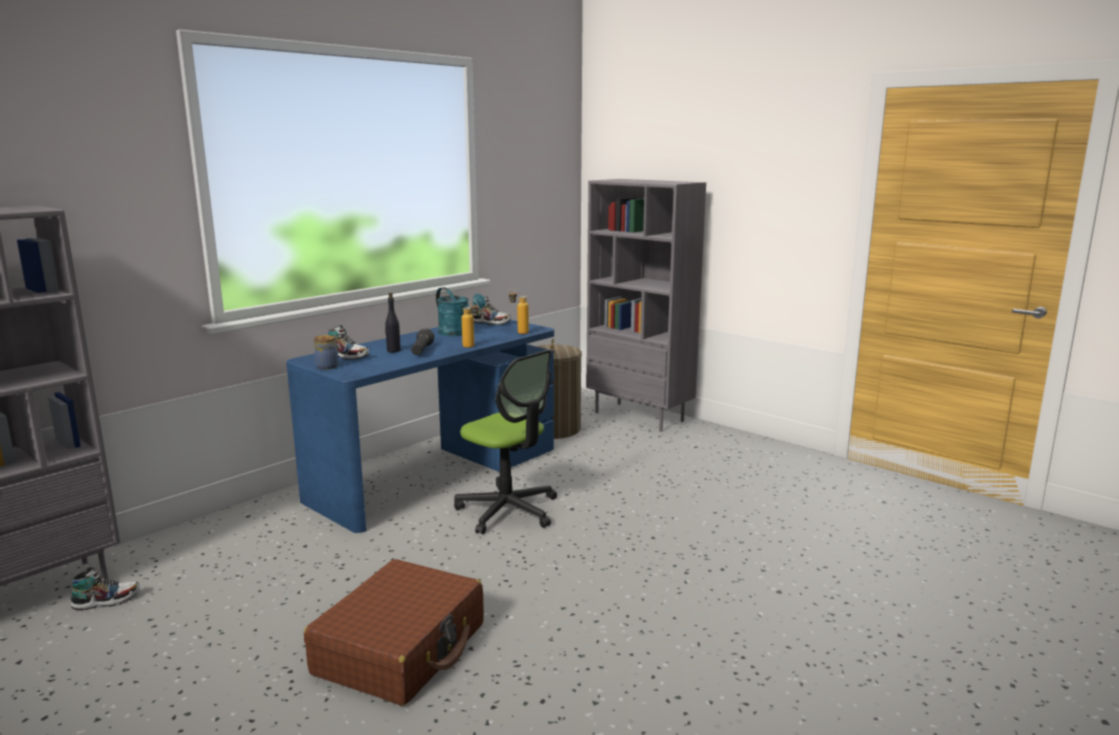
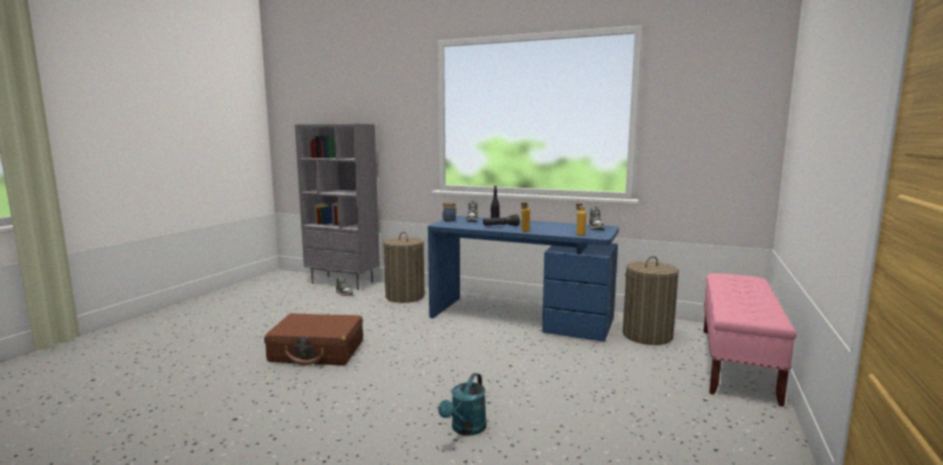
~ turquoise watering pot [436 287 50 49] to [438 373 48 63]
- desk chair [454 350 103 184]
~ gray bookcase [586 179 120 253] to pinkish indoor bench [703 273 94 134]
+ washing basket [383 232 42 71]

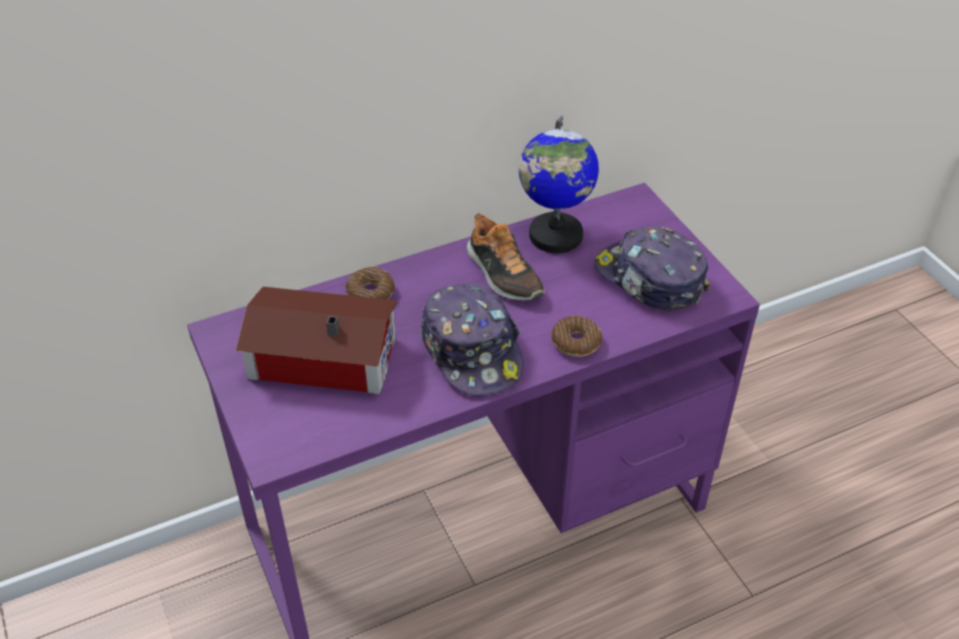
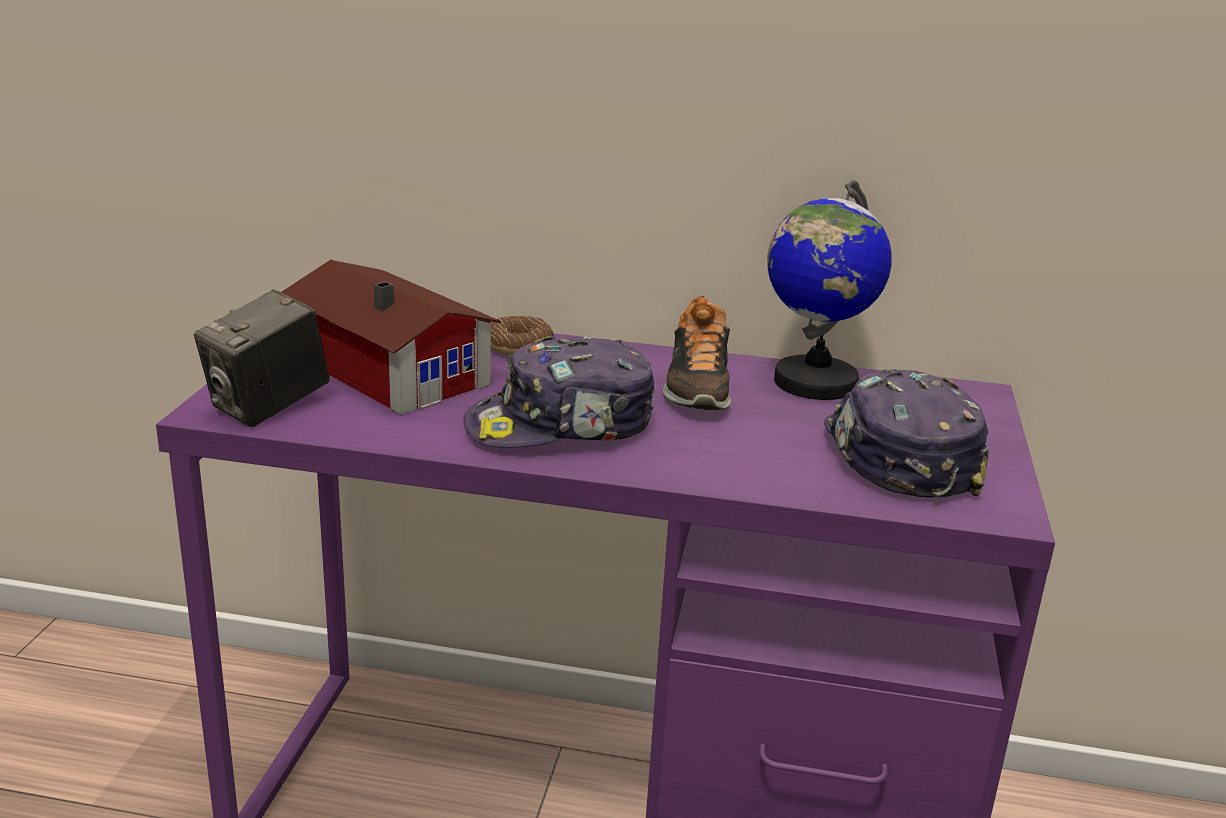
~ peaked cap [420 283 104 113] = [463 336 192 112] 60 degrees clockwise
- ring doughnut [551 316 51 41]
+ still camera [194 289 136 138]

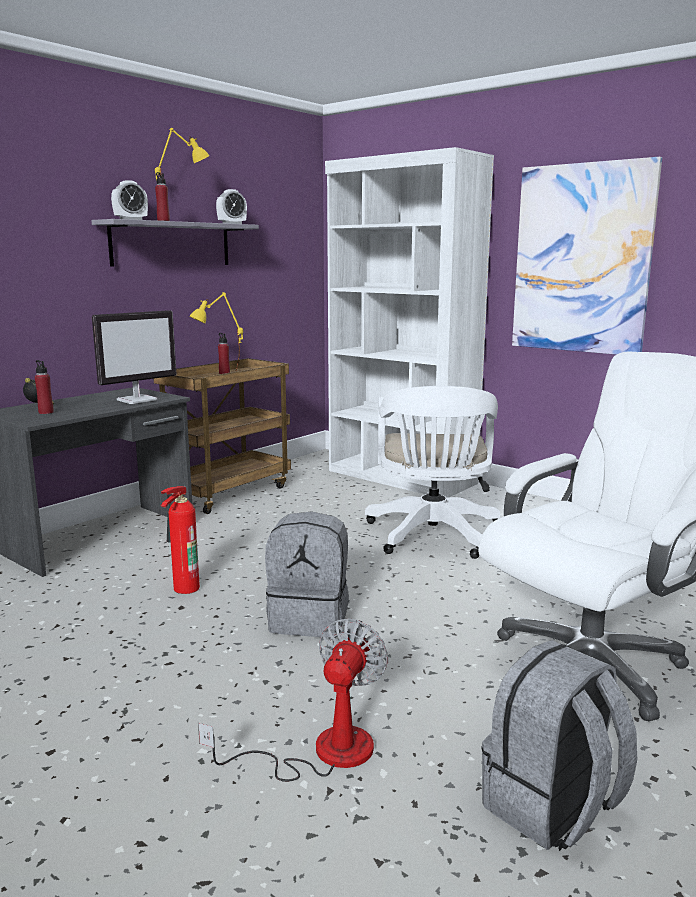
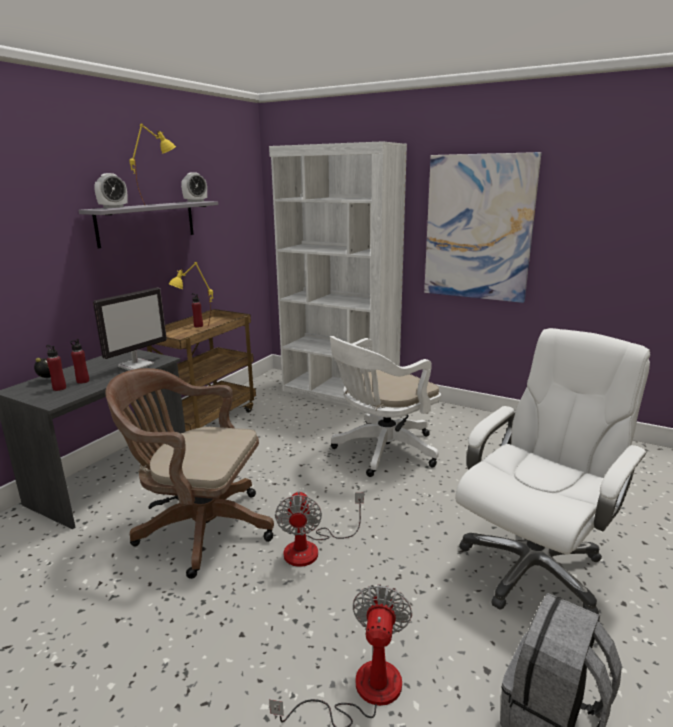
~ red drink bottle [155 172 15 49] to [70 339 19 45]
~ fire-fighting cylinder [161 486 39 108] to brown desk chair [105 368 169 211]
~ gray rucksack [265 511 84 127] to electric fan [275 491 89 76]
~ whitish desk chair [365 386 135 173] = [330 336 111 141] 60 degrees clockwise

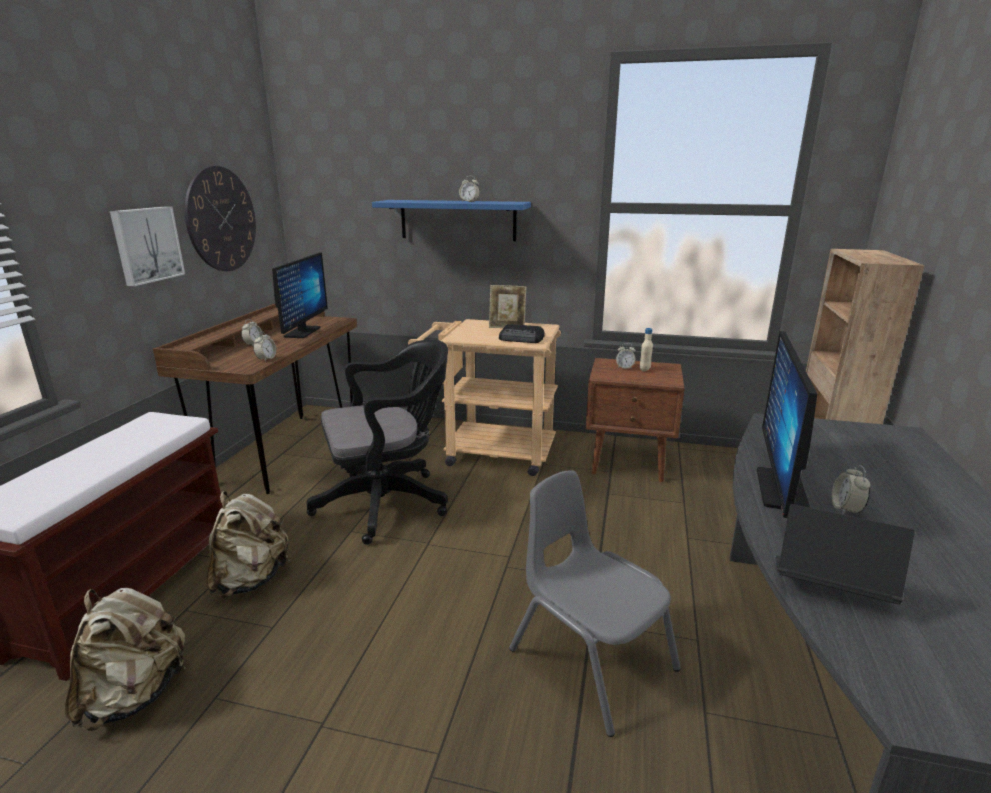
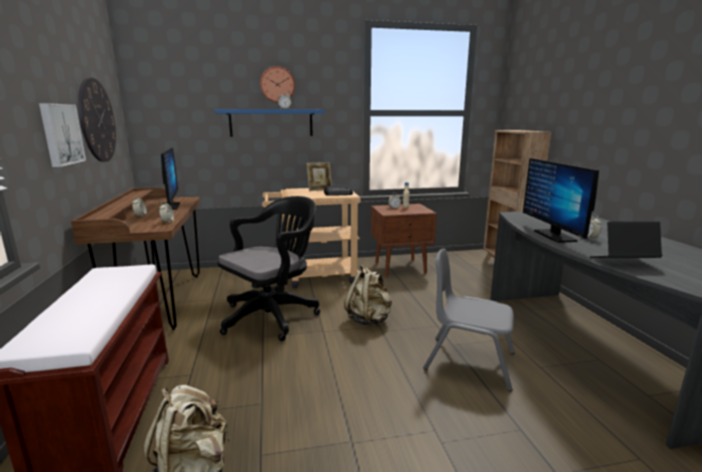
~ sand-coloured rucksack [206 491 84 107] to [344 265 48 61]
+ hanging clock [260 66 35 37]

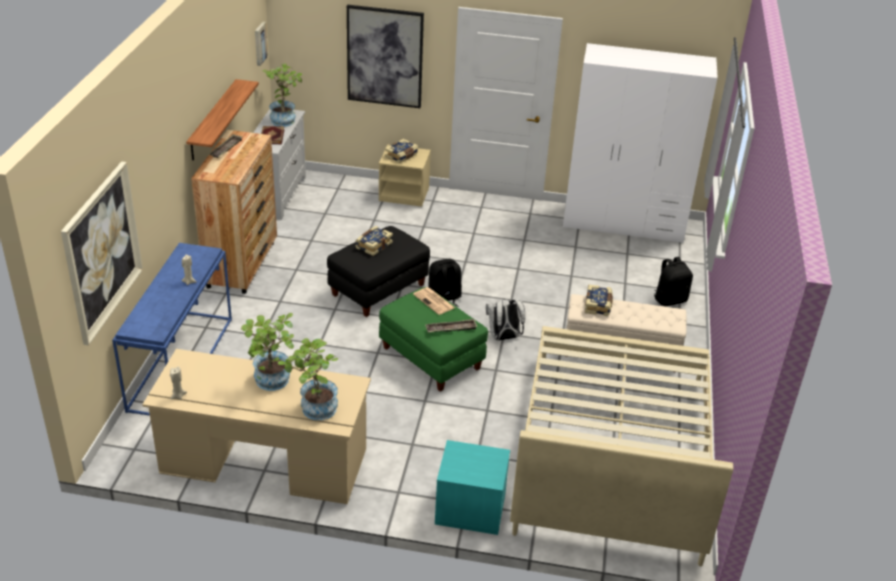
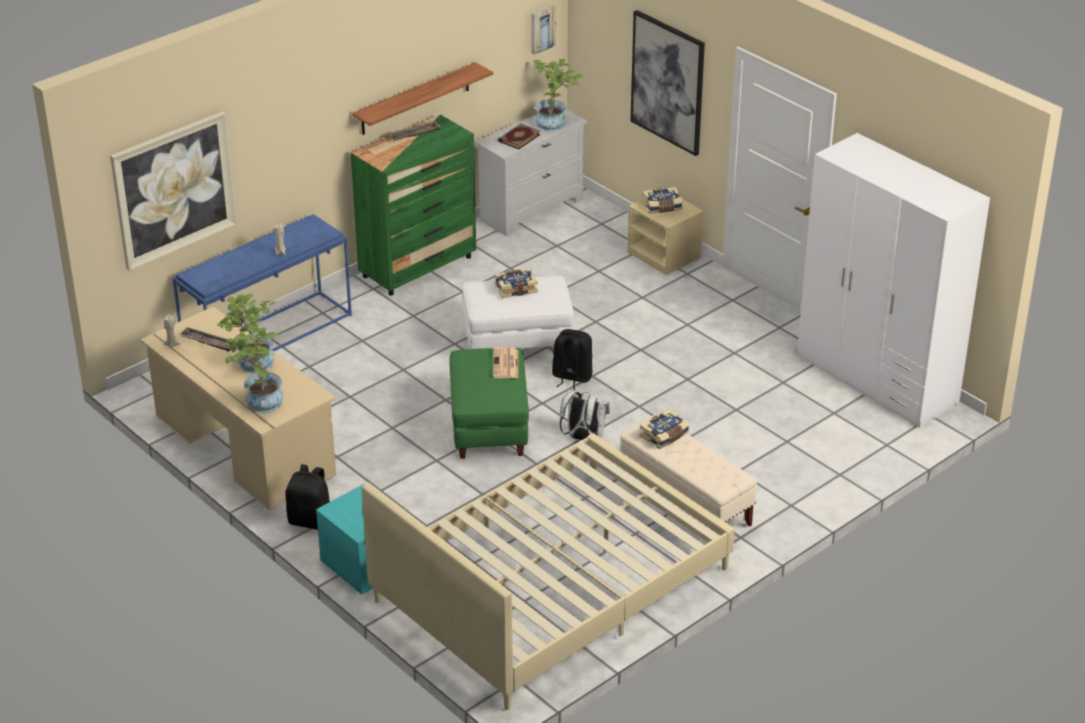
~ brown dresser [191 130 86 164] to green-coloured dresser [351 115 125 181]
~ blackish footrest [327 226 103 91] to whitish footrest [462 276 112 73]
~ serving tray [425 319 52 14] to [180 327 56 25]
~ blackish rucksack [654 257 39 49] to [285 464 45 66]

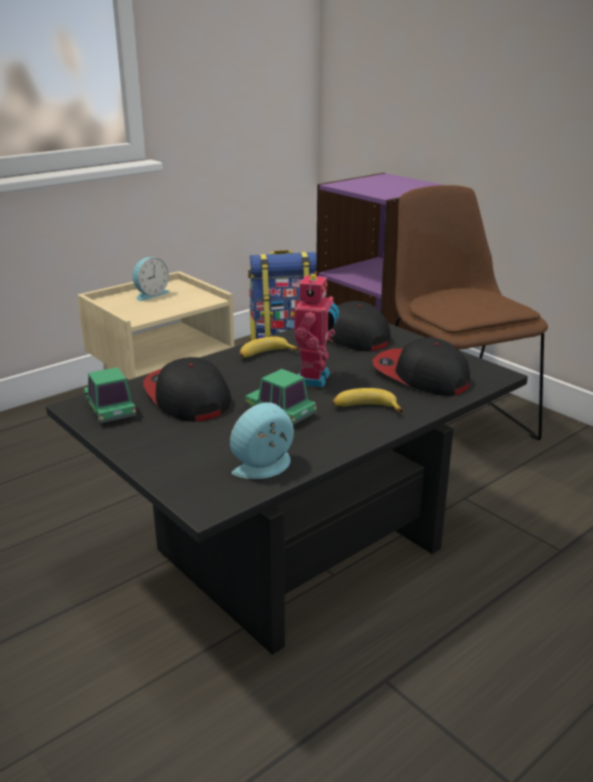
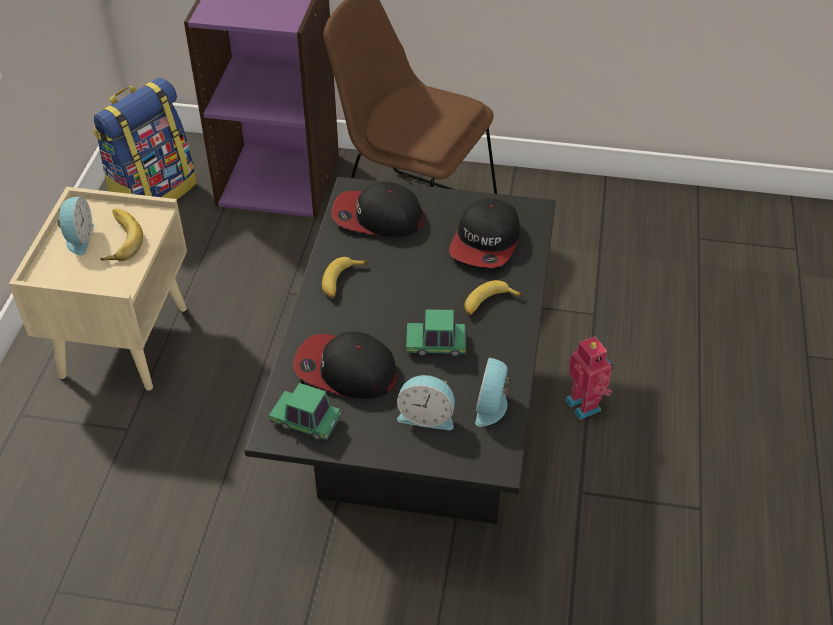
~ robot figure [294 271 45 116] to [565 336 48 84]
~ peaked cap [373 337 97 59] = [449 198 71 70] 75 degrees counterclockwise
+ banana fruit [100 209 43 52]
+ bedside clock [397 375 58 55]

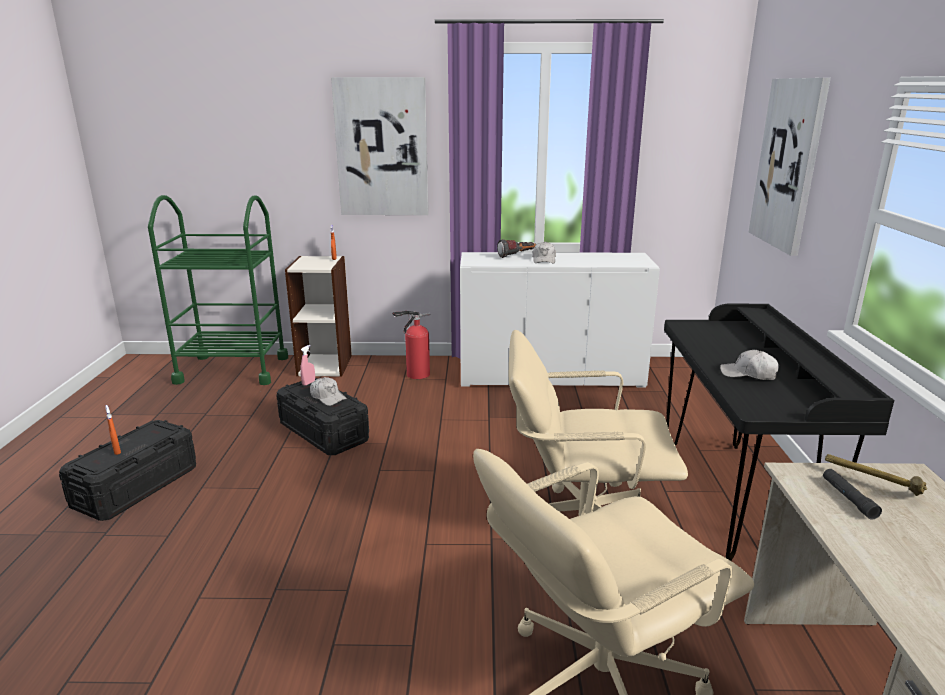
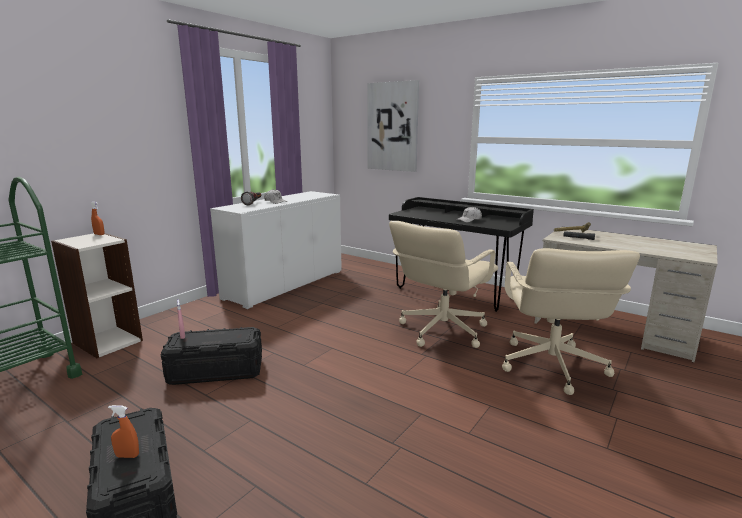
- whitish peaked cap [310 377 37 29]
- wall picture [331 77 98 138]
- fire-fighting cylinder [392 311 38 68]

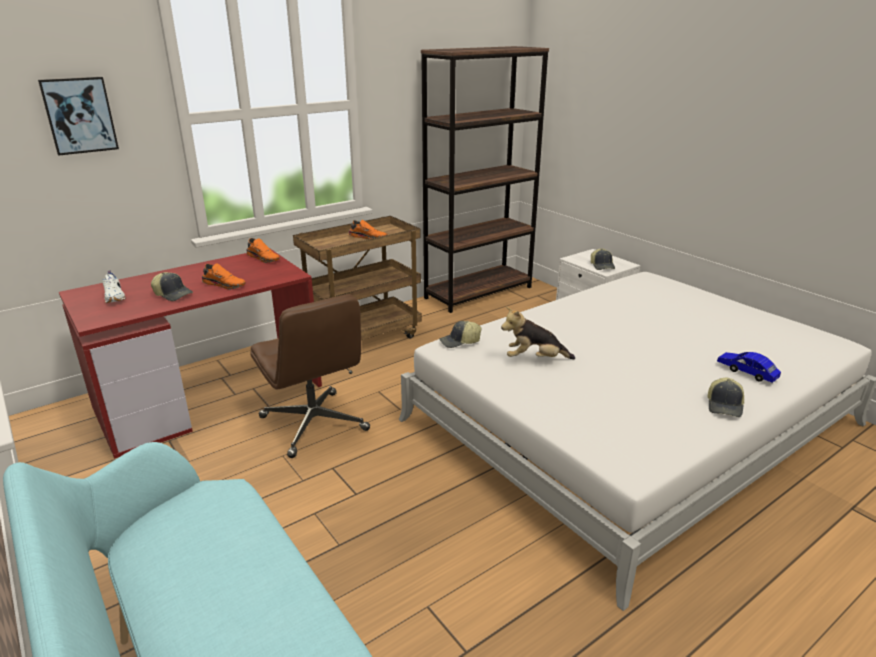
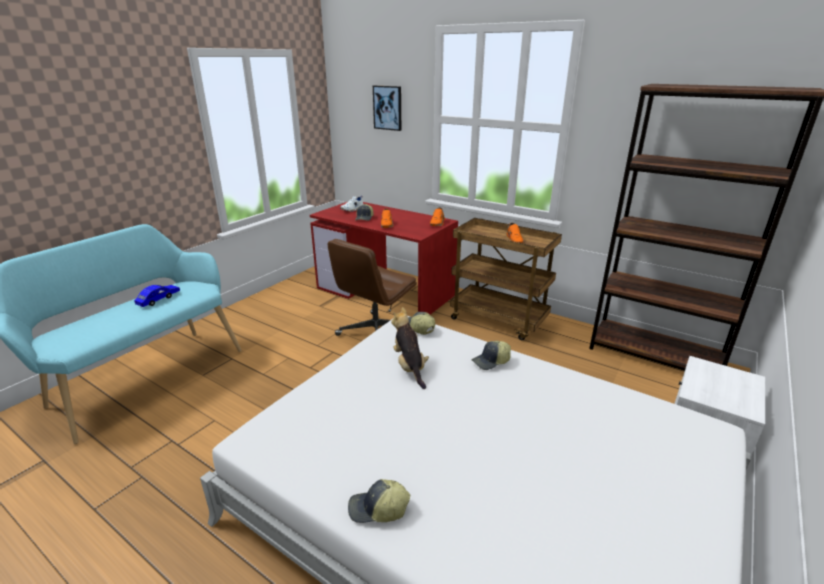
~ peaked cap [591 248 24 22] to [472 341 39 29]
~ blue toy car [717 352 64 31] to [134 285 46 22]

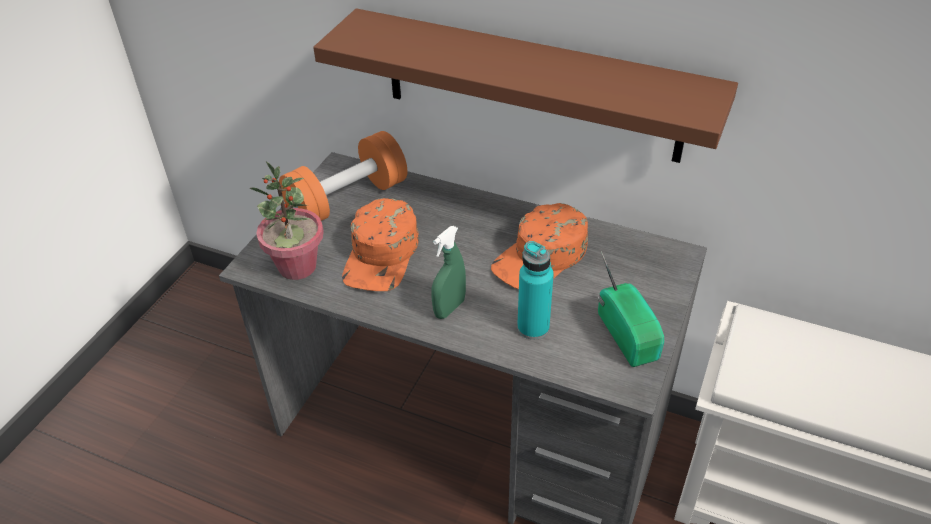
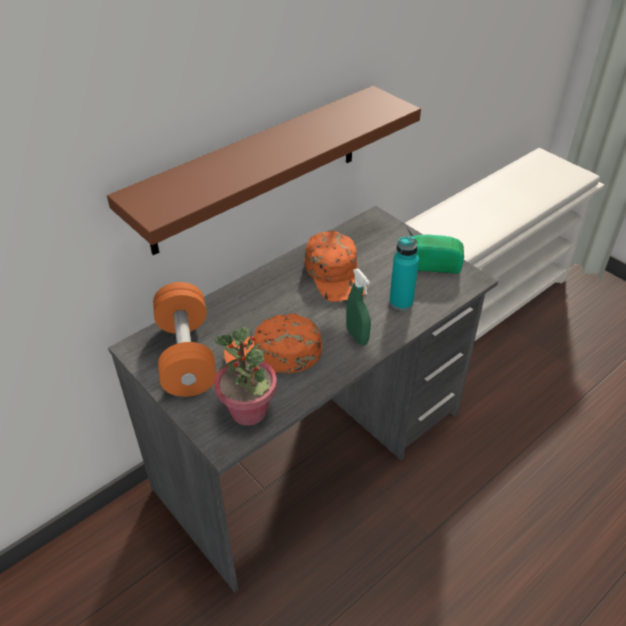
~ orange peaked cap [342 198 77 93] = [224 313 98 60] 135 degrees clockwise

